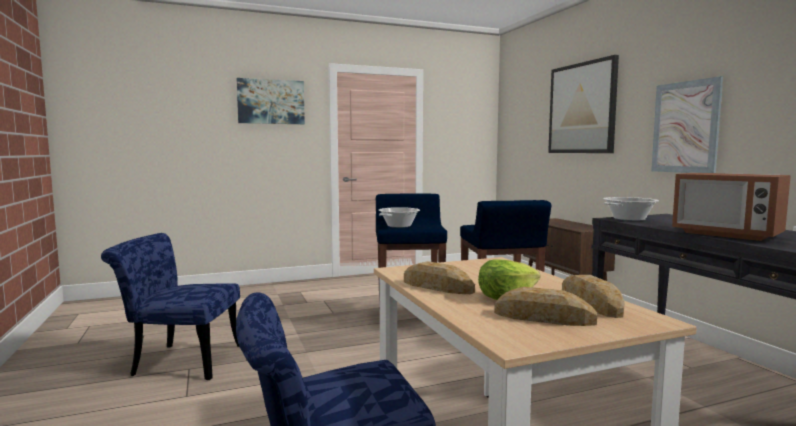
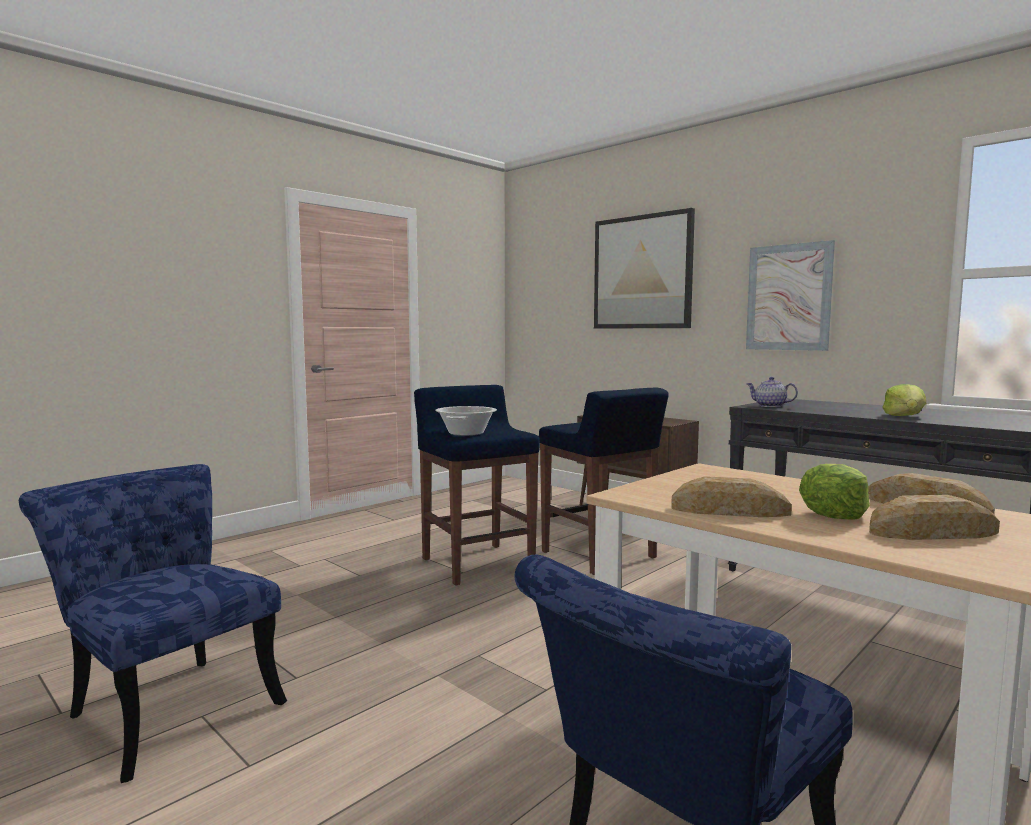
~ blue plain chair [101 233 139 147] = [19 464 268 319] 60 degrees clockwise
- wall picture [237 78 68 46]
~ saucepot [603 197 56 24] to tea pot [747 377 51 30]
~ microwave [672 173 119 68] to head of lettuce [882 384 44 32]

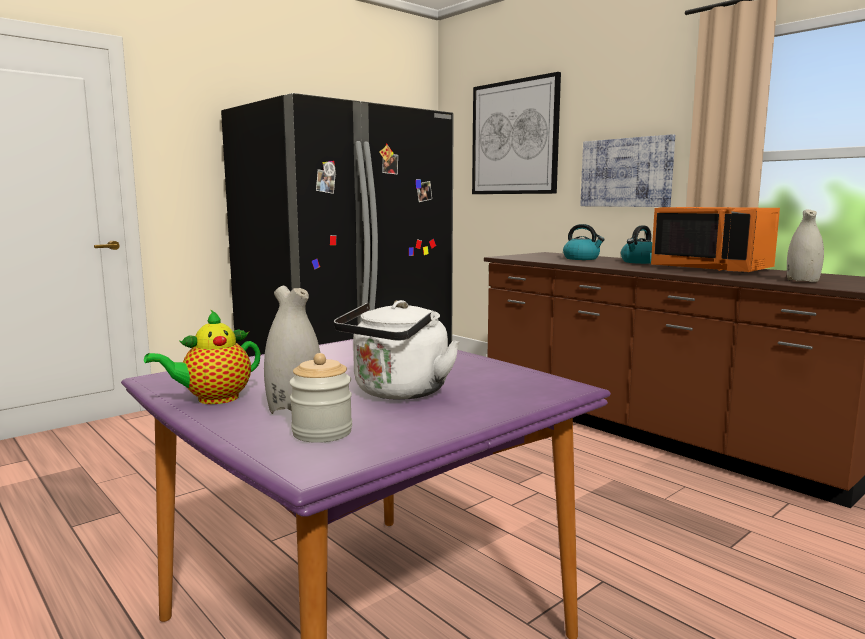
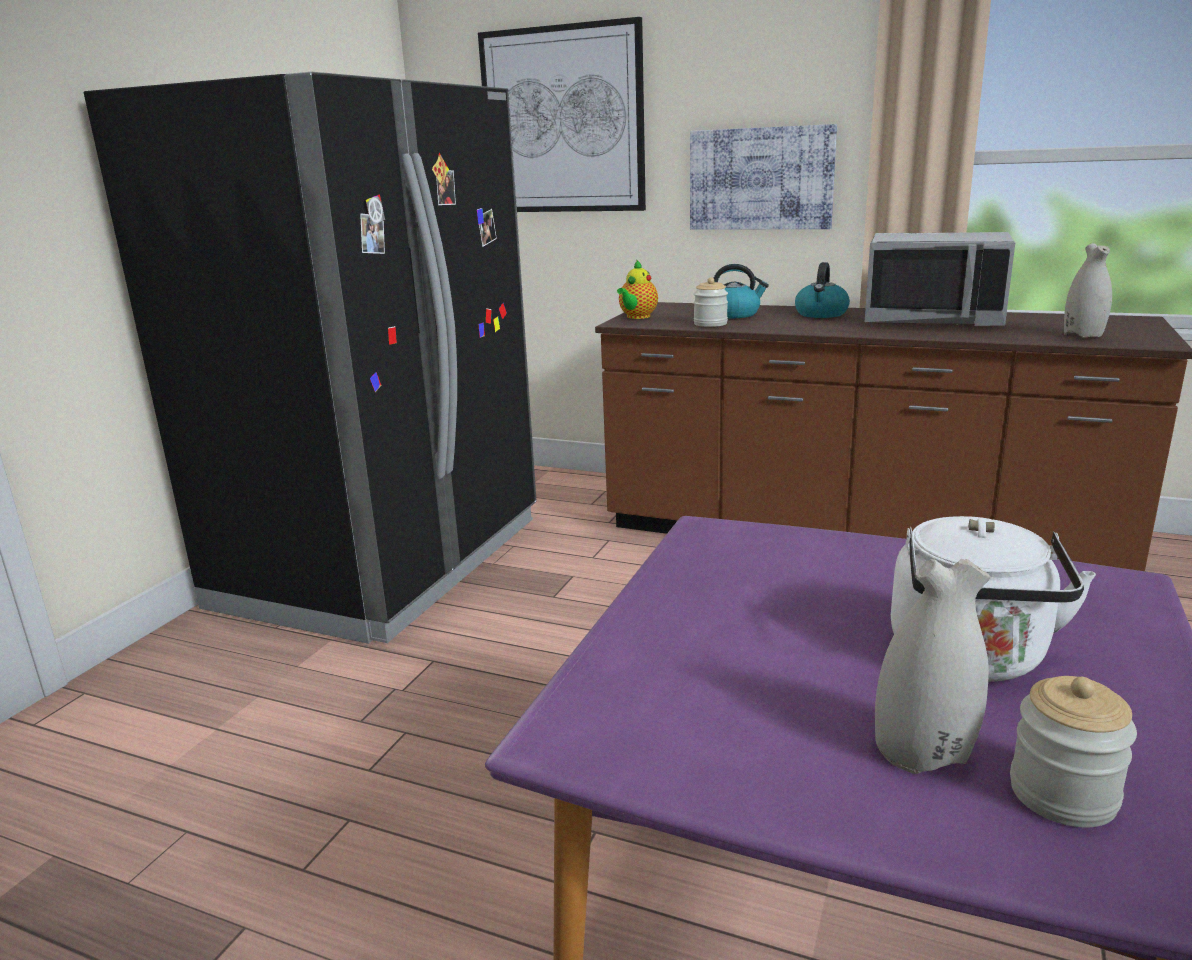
~ tea pot [144 309 116 95] to [617 260 41 59]
~ orange microwave [651 207 129 66] to gray microwave [865 232 150 94]
+ jar [694 277 34 50]

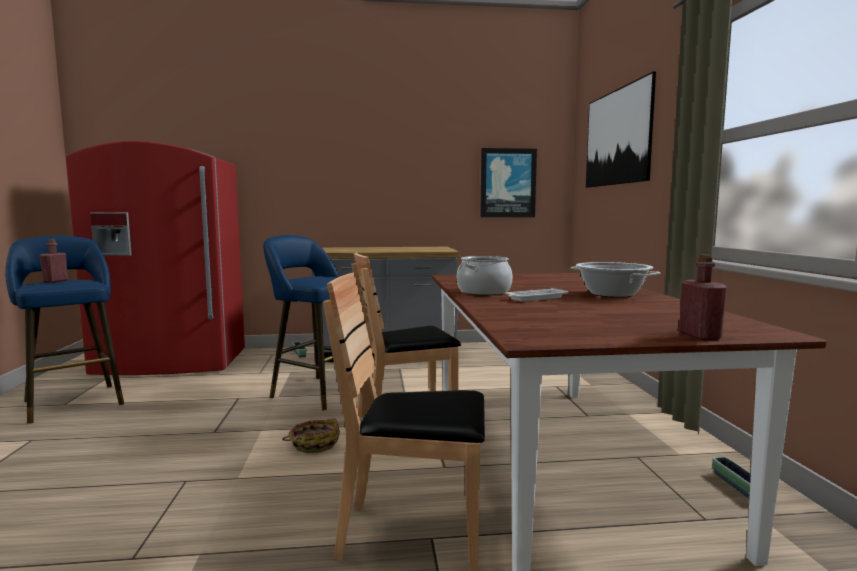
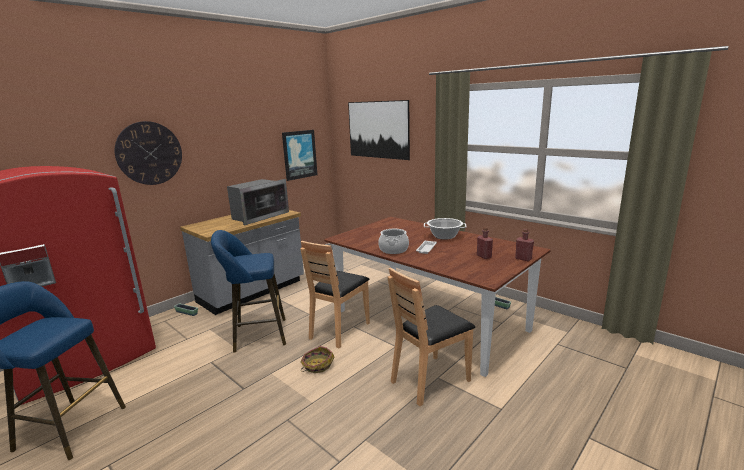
~ red drink bottle [39 239 29 44] to [477 227 16 32]
+ hanging clock [115 121 67 64]
+ microwave [227 179 62 46]

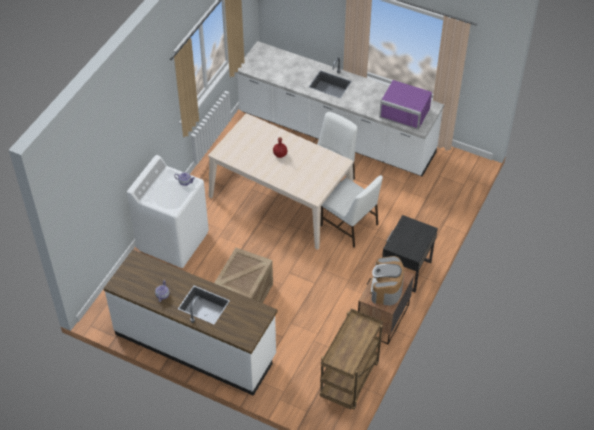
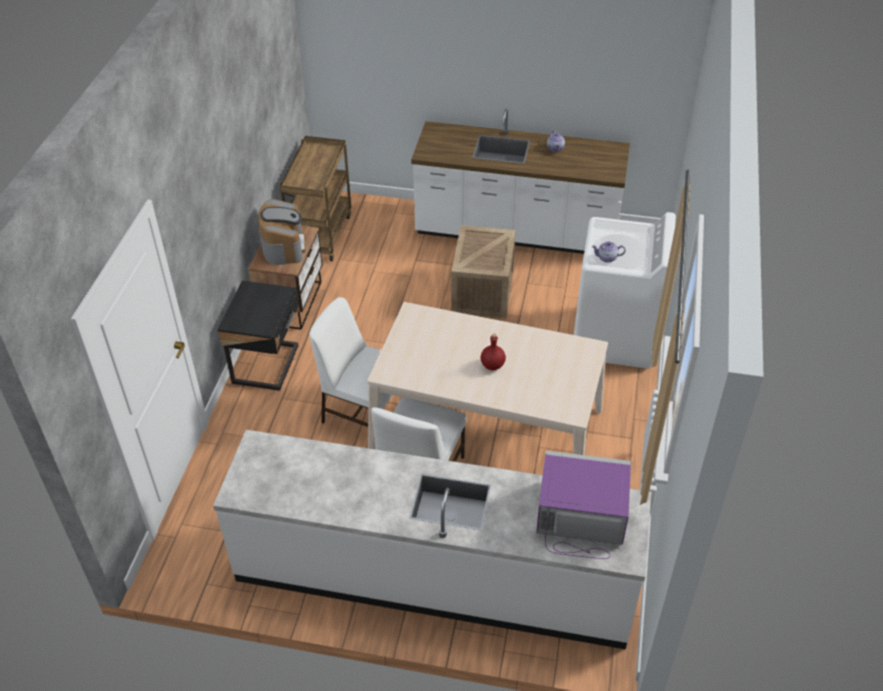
~ purple-coloured microwave [379 80 53 50] to [536 451 95 108]

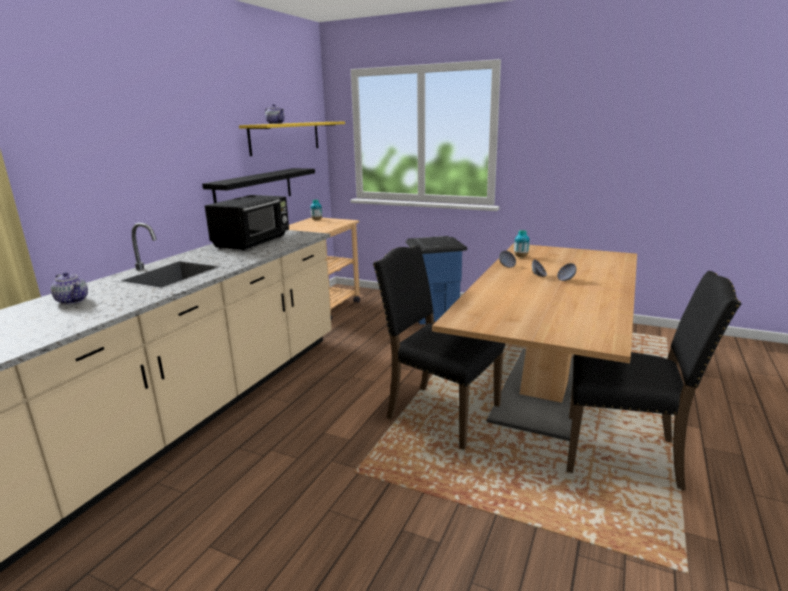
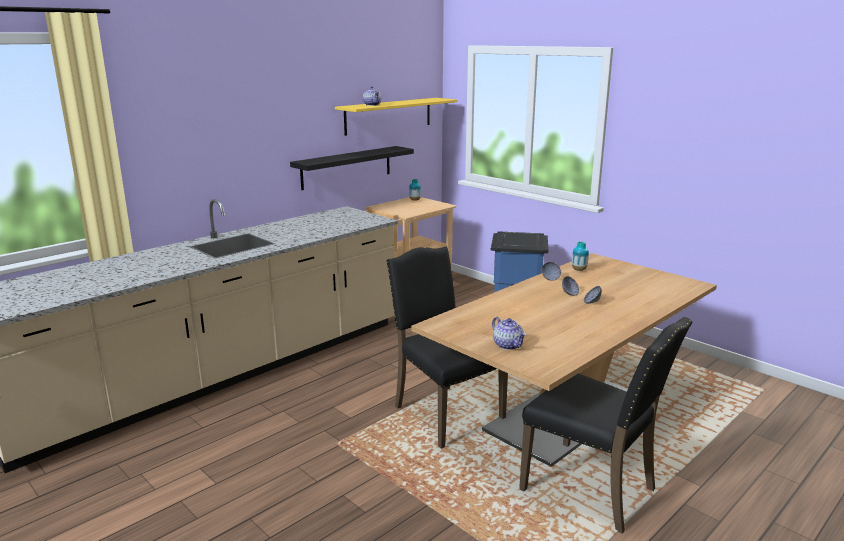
~ tea pot [51 272 37 32] to [492 317 34 33]
- blackish microwave [205 195 84 56]

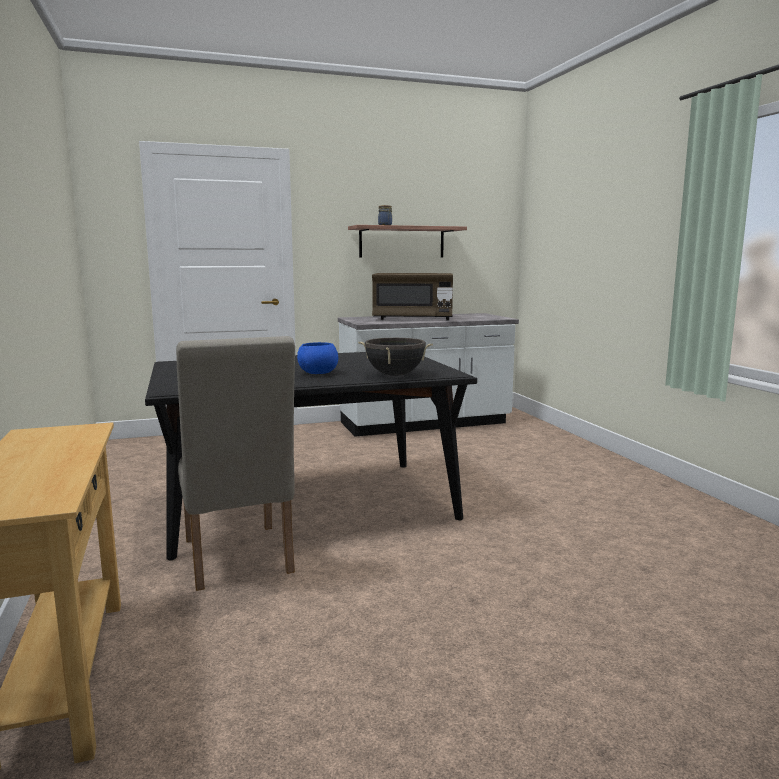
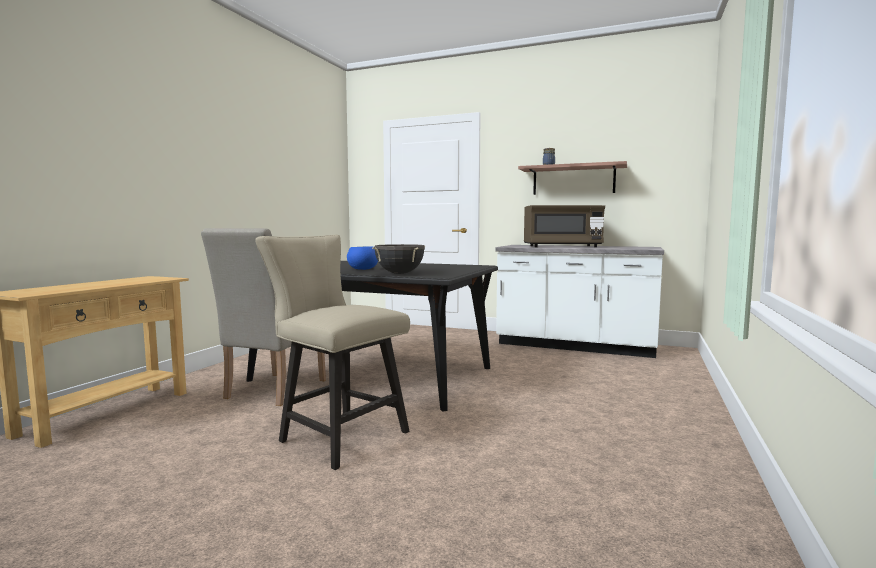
~ brown microwave [372 273 81 47] = [524 205 81 42] 45 degrees counterclockwise
+ sand-coloured plain chair [255 235 155 235]

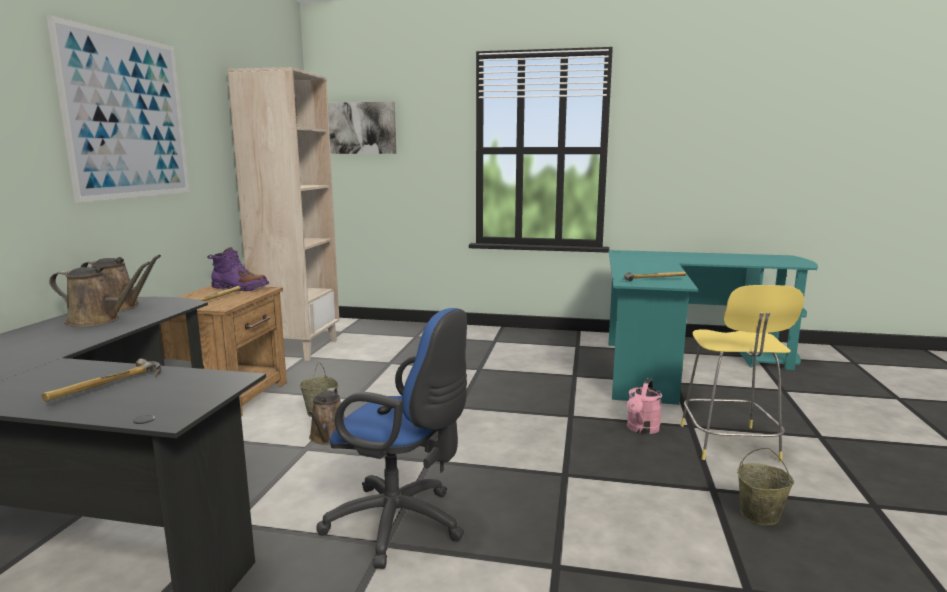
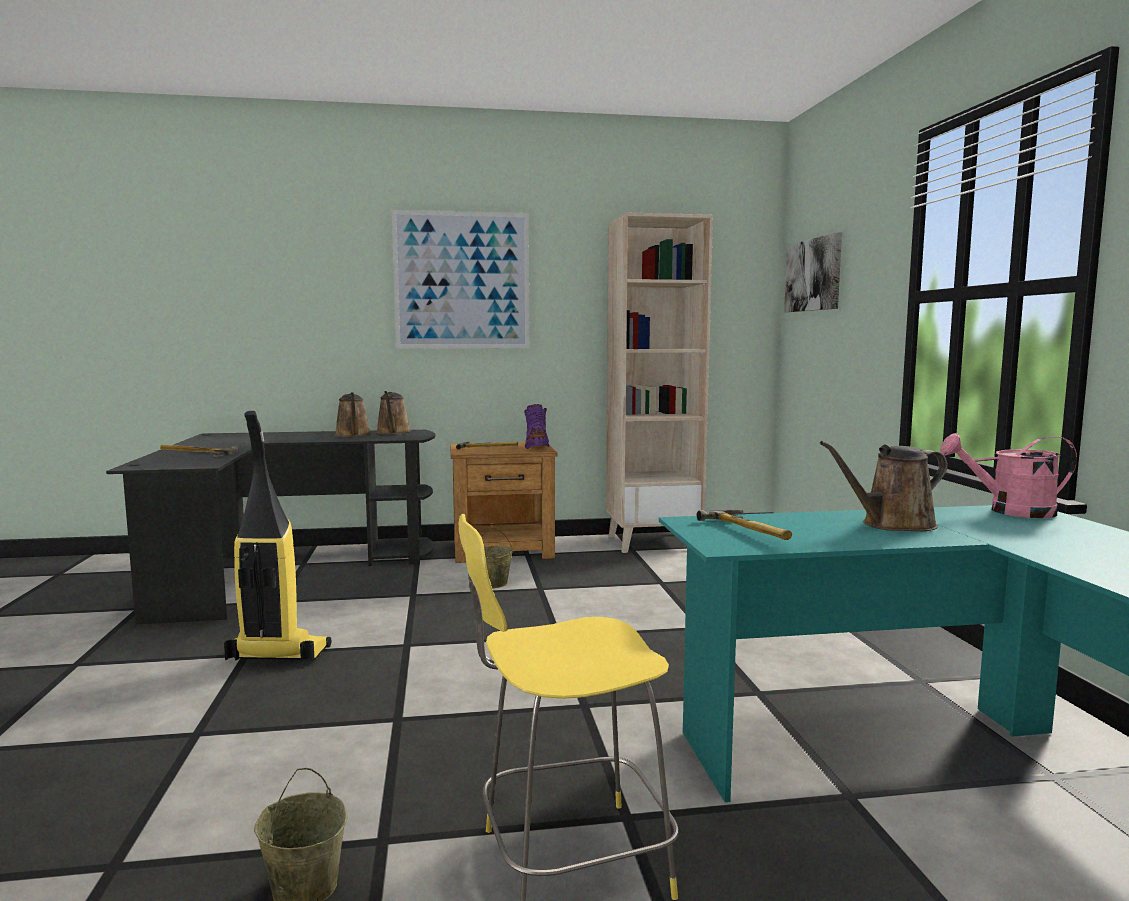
~ brown watering pot [308 388 37 57] to [820 441 128 90]
~ blue desk chair [317 308 150 261] to vacuum cleaner [224 411 107 251]
~ pinkish watering pot [627 378 35 56] to [940 433 137 85]

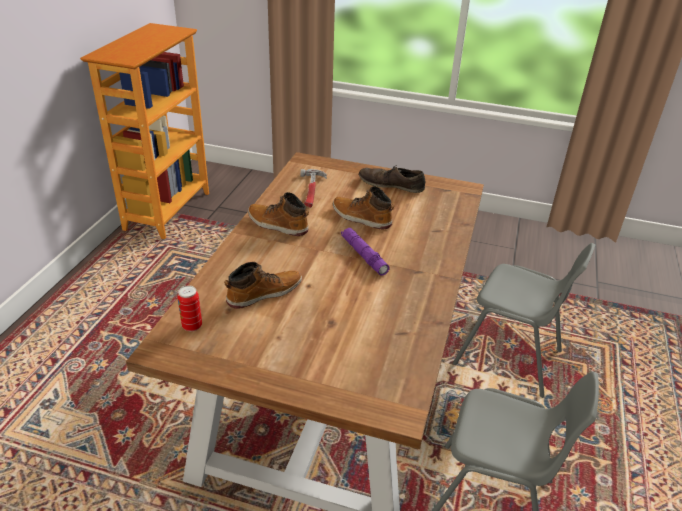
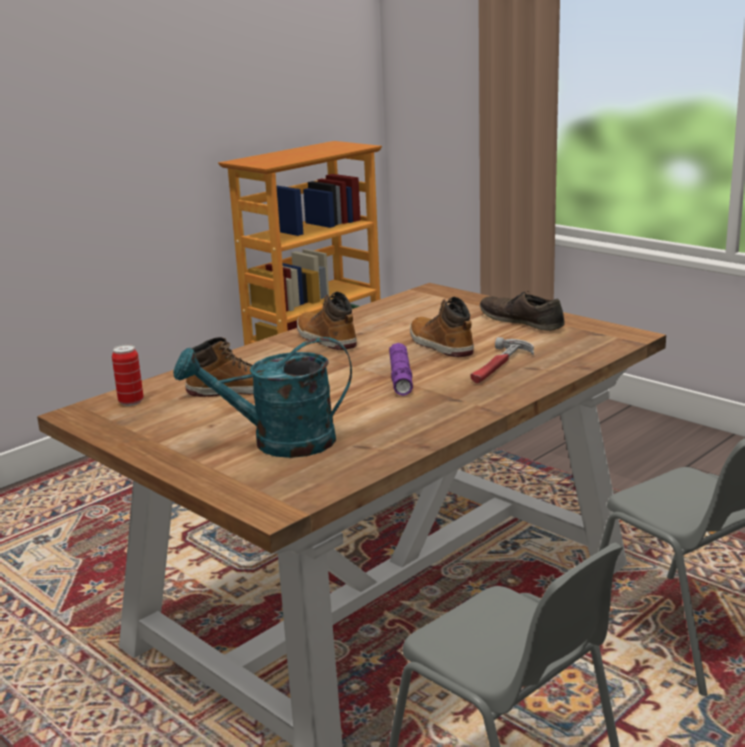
~ hand hammer [301 169 26 39] to [471 337 63 46]
+ turquoise watering pot [173 337 179 121]

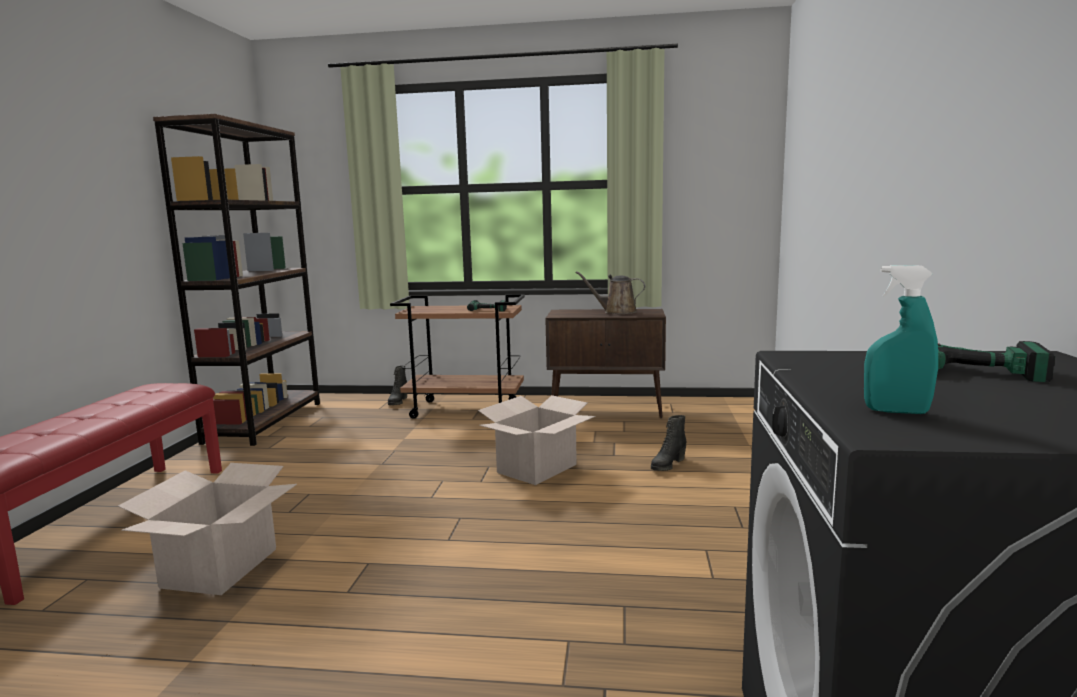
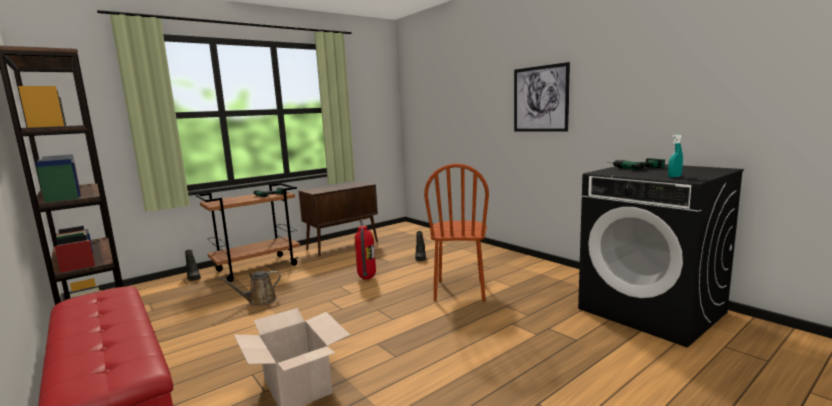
~ packing box [478 395 118 90] to fire-fighting cylinder [355 219 21 61]
~ brown watering pot [575 271 70 43] to [218 271 63 35]
+ brown plain chair [424 163 65 139]
+ wall picture [514 62 56 70]

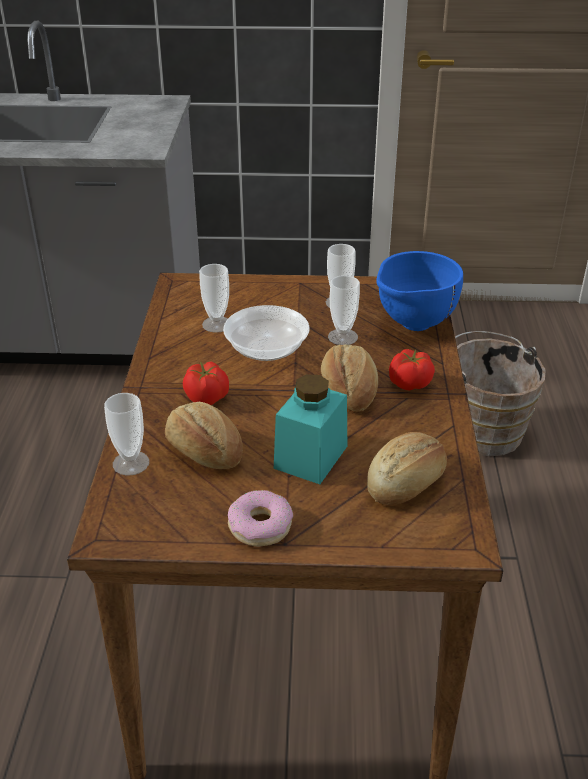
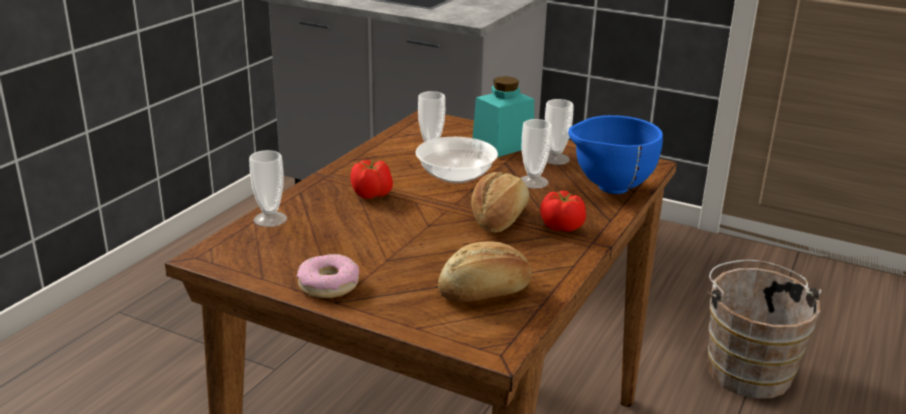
- bread [165 402 78 67]
~ turquoise jar [274 374 73 110] to [473 76 61 81]

